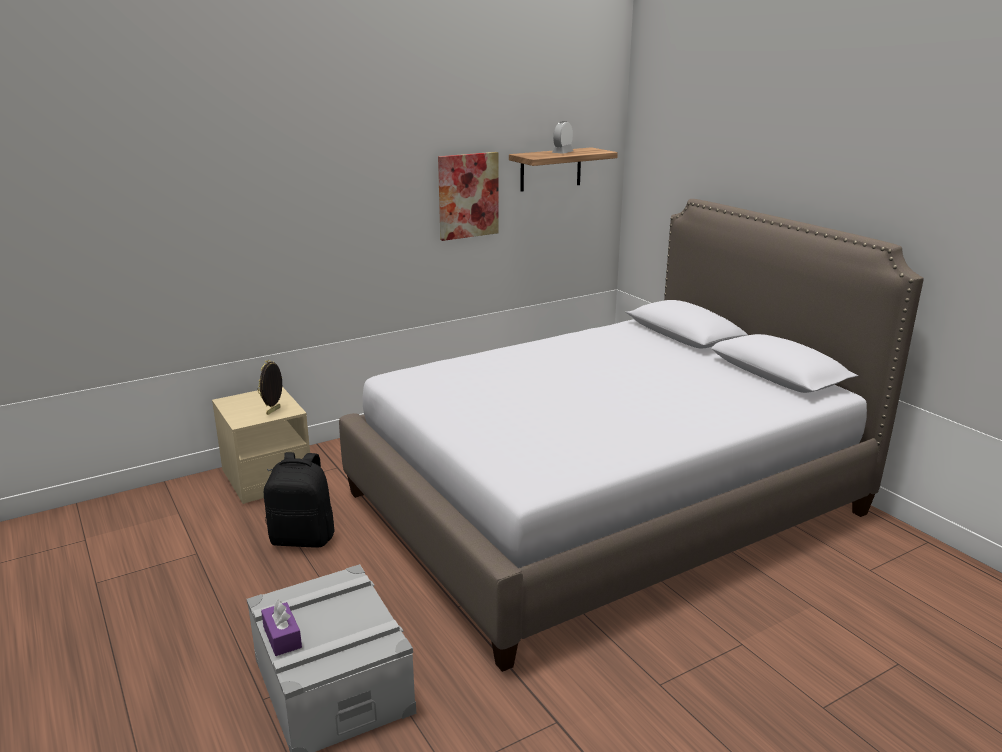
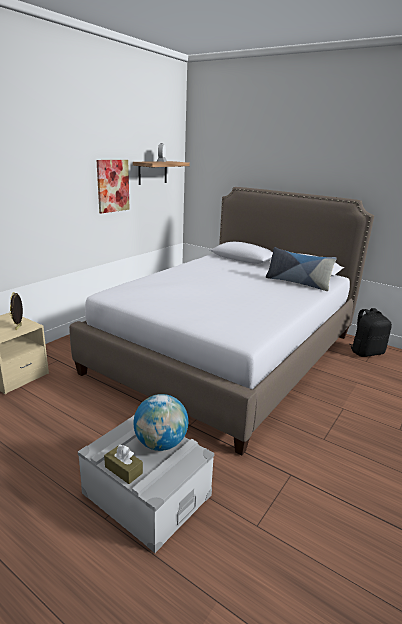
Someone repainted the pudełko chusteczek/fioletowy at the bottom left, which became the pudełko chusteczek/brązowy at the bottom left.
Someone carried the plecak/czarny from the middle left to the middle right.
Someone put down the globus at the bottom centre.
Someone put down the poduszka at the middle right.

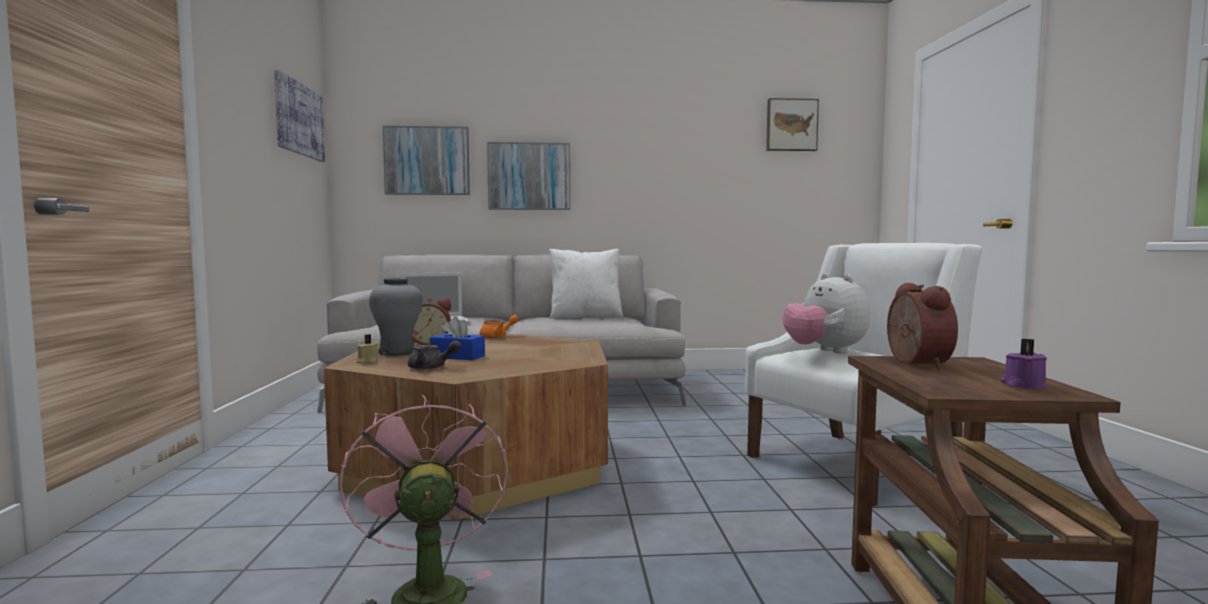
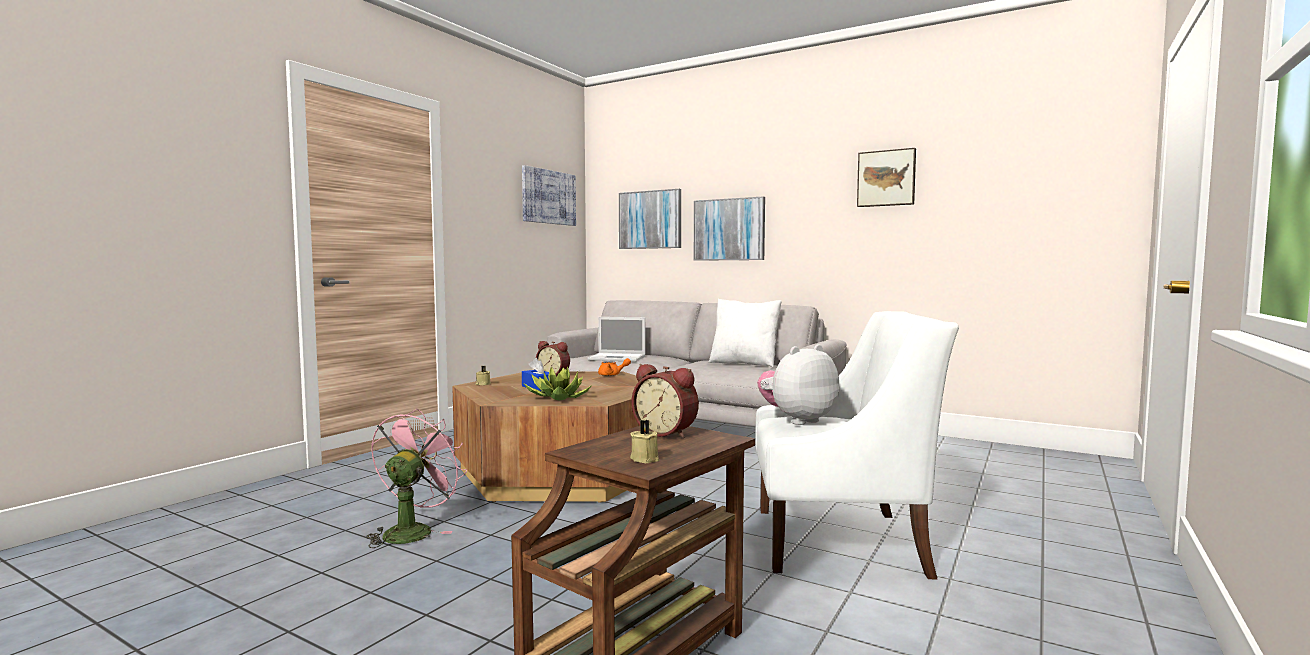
Someone took away the wazon/szary at the middle left.
Someone took away the imbryk/szary at the centre.
Someone carried the obraz (no. 4 from left) from the top centre to the top right.
Someone rotated the pluszak at the middle right by 45 degrees clockwise.
Someone rotated the budzik (no. 2 from left) at the middle right by 90 degrees clockwise.
Someone repainted the świeca/fioletowy at the middle right, which became the świeca/beżowy (no. 2 from left) at the bottom centre.
Someone put down the roślina doniczkowa at the centre.

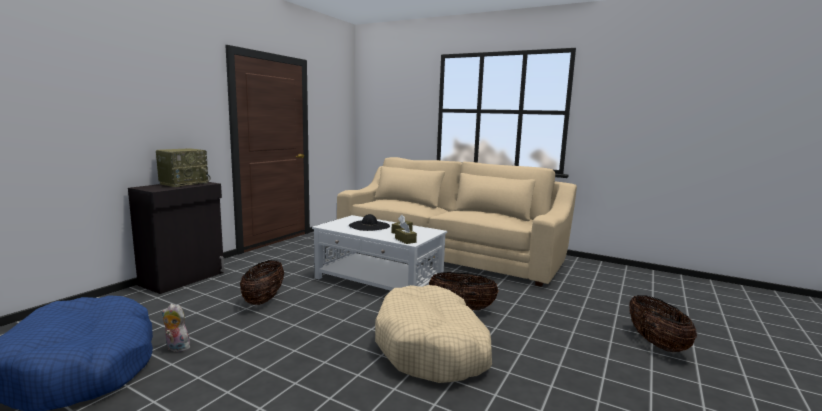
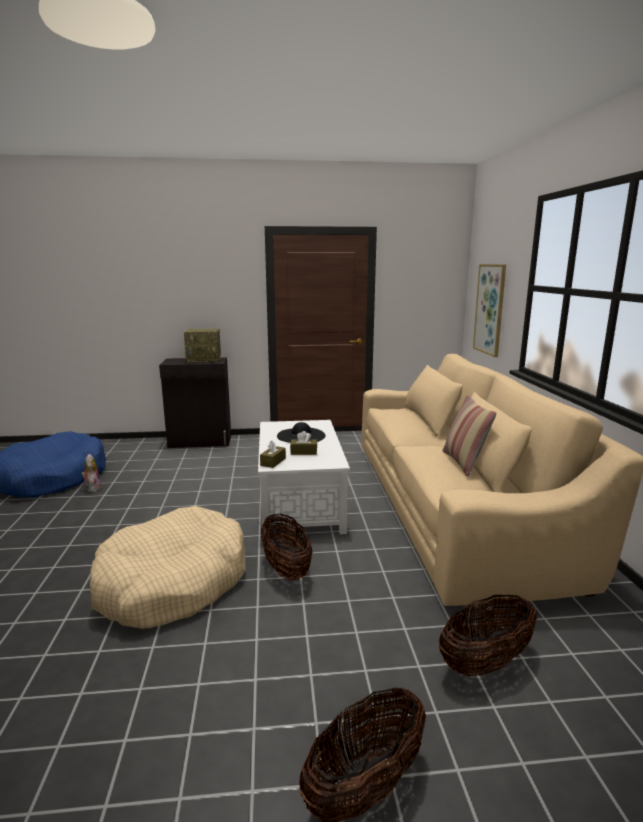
Someone carried the koszyk (no. 1 from left in the first image) from the bottom left to the bottom right.
Someone put down the poduszka at the middle right.
Someone put up the obraz at the middle right.

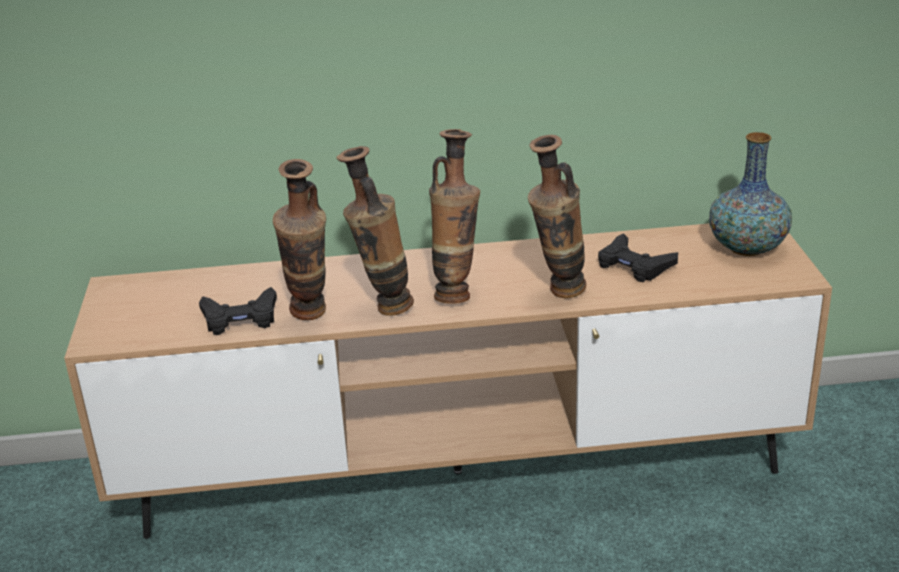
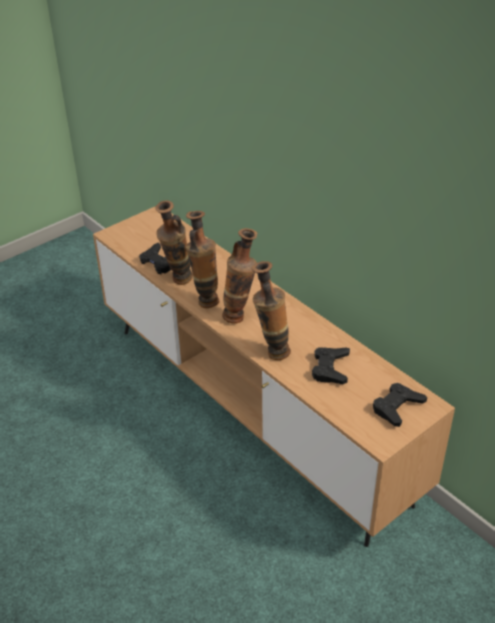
Someone swapped the wazon (no. 5 from left) at the middle right for the pad do gier/czarny (no. 3 from left) at the middle right.

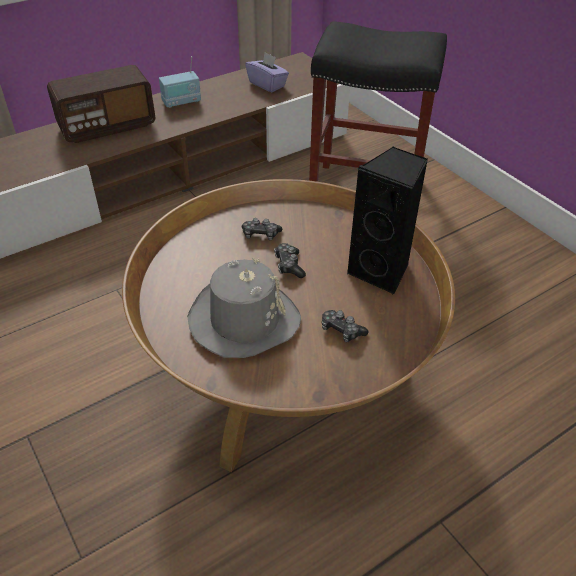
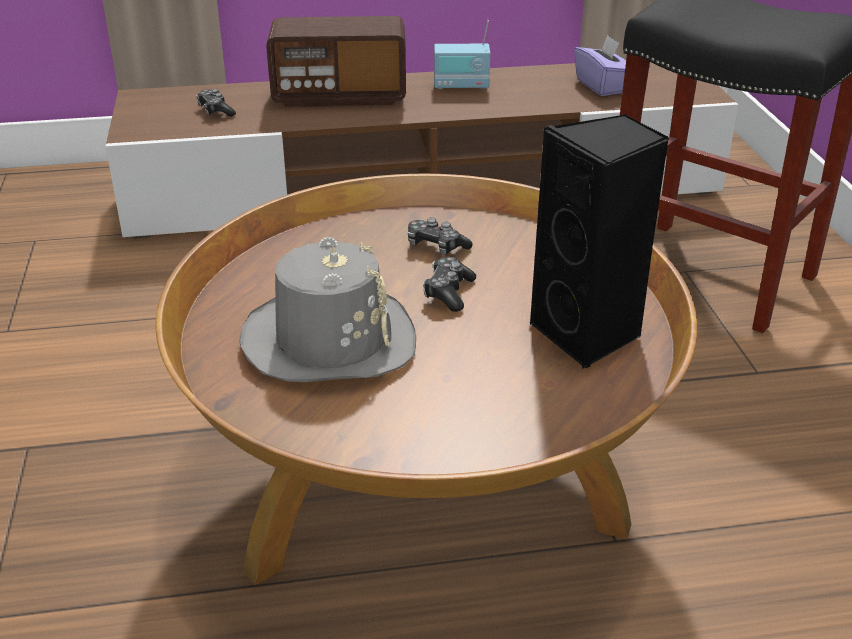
Someone carried the pad do gier (no. 3 from left in the first image) from the centre to the top left.

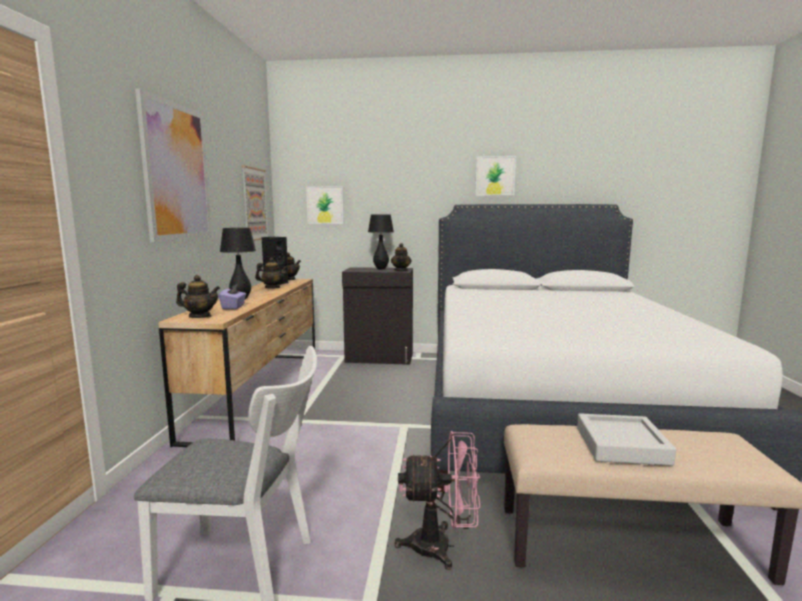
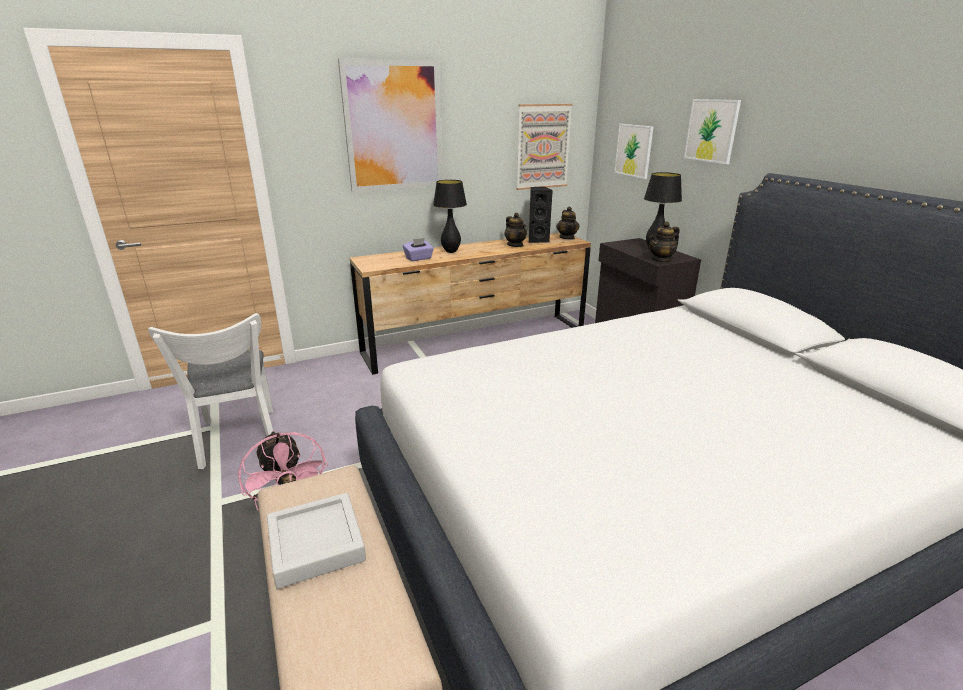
Someone took away the imbryk (no. 1 from left) at the middle left.
Someone carried the obraz (no. 4 from left) from the top centre to the top right.

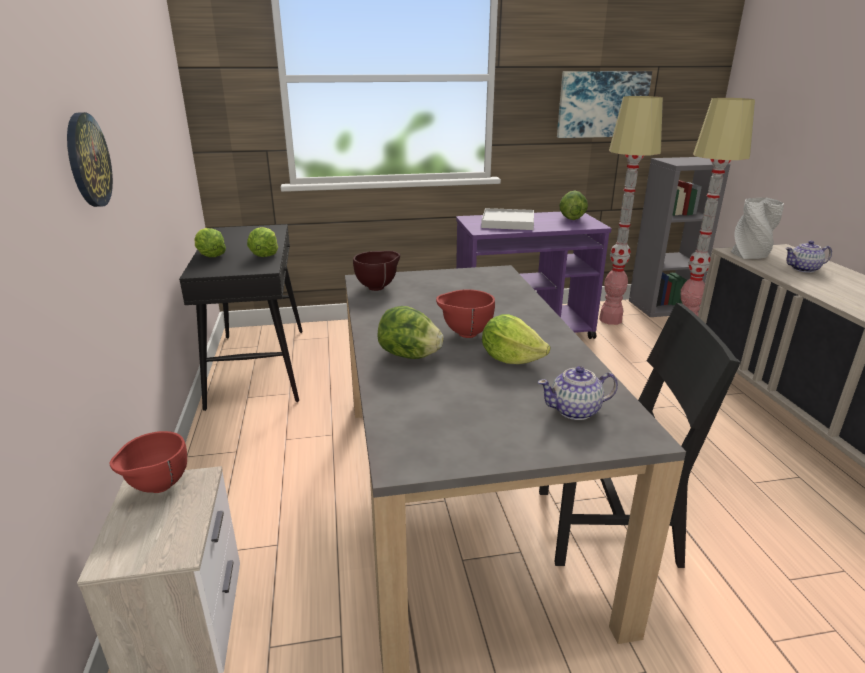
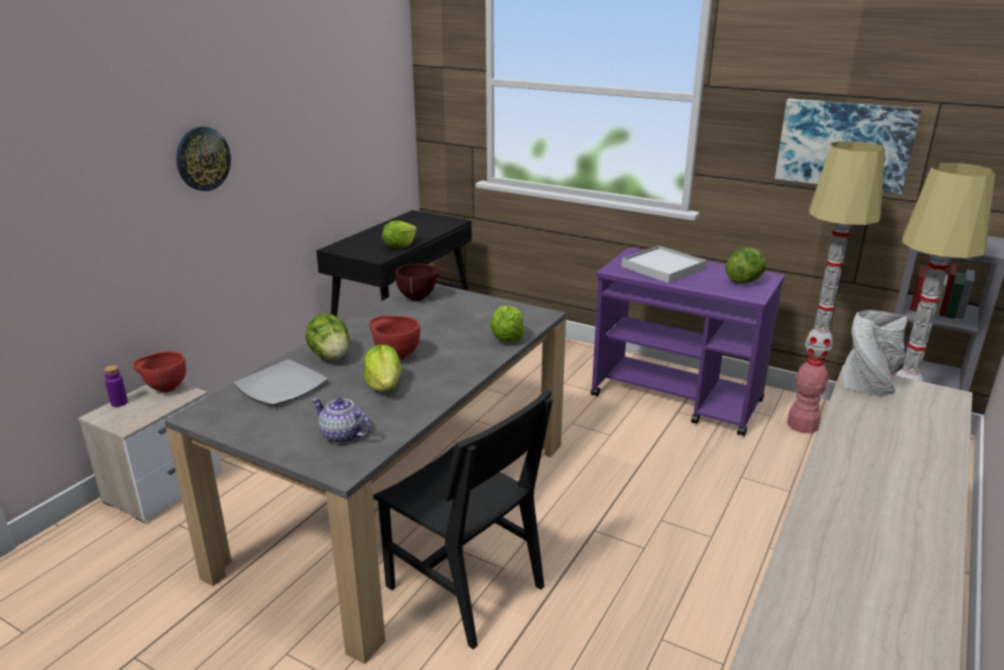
Someone carried the sałata (no. 1 from left in the first image) from the middle left to the centre.
Someone took away the imbryk (no. 2 from left) at the middle right.
Someone put down the butelka/fioletowy at the middle left.
Someone put down the talerz at the middle left.

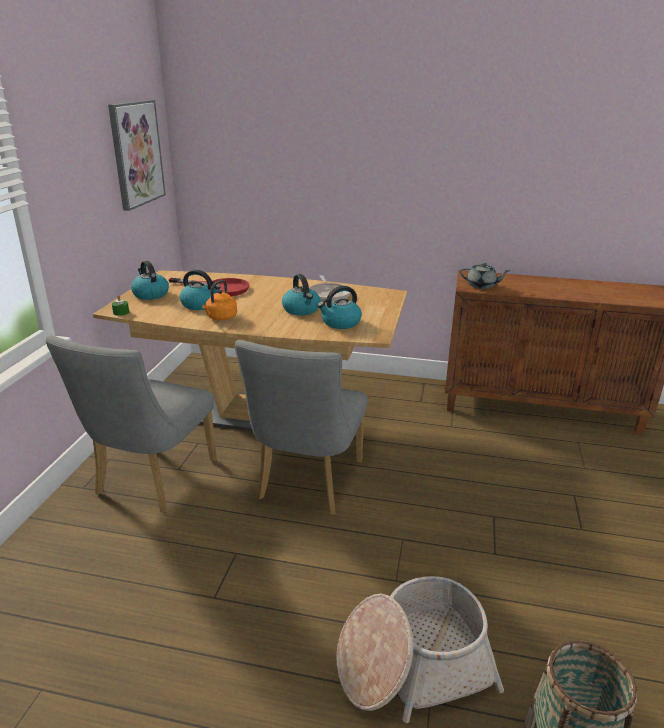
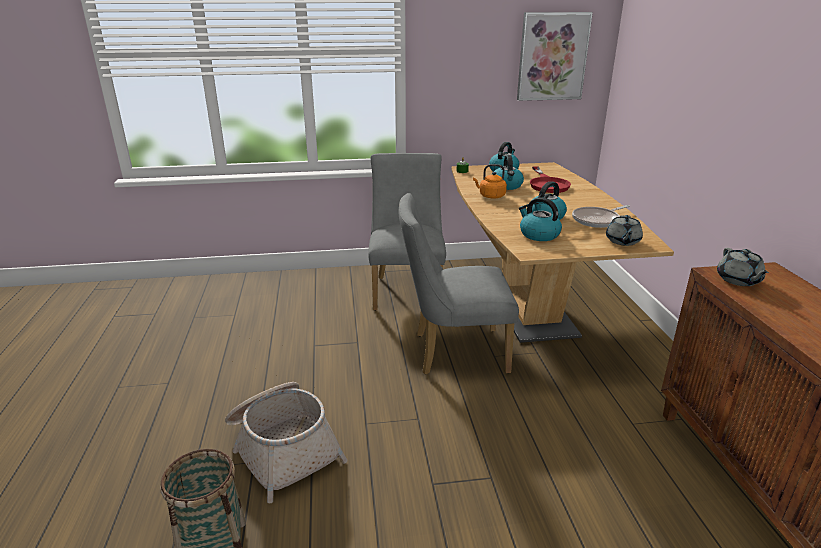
Someone rotated the krzesło/szary (no. 1 from left) at the middle left by 90 degrees clockwise.
Someone put down the imbryk/szary (no. 1 from left) at the middle right.

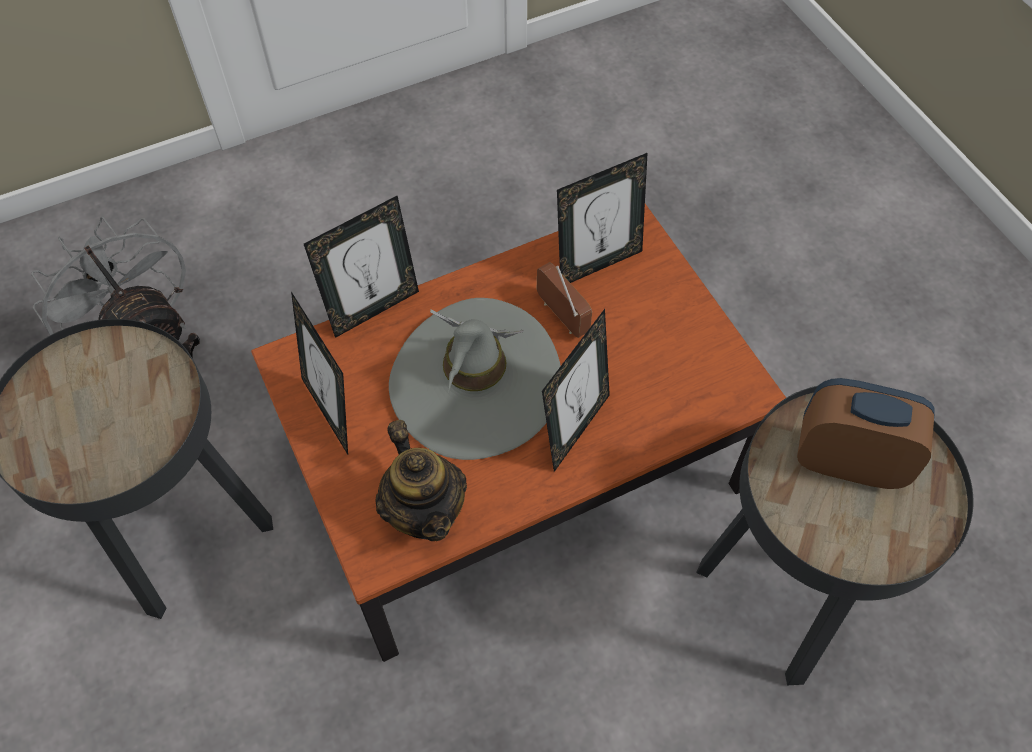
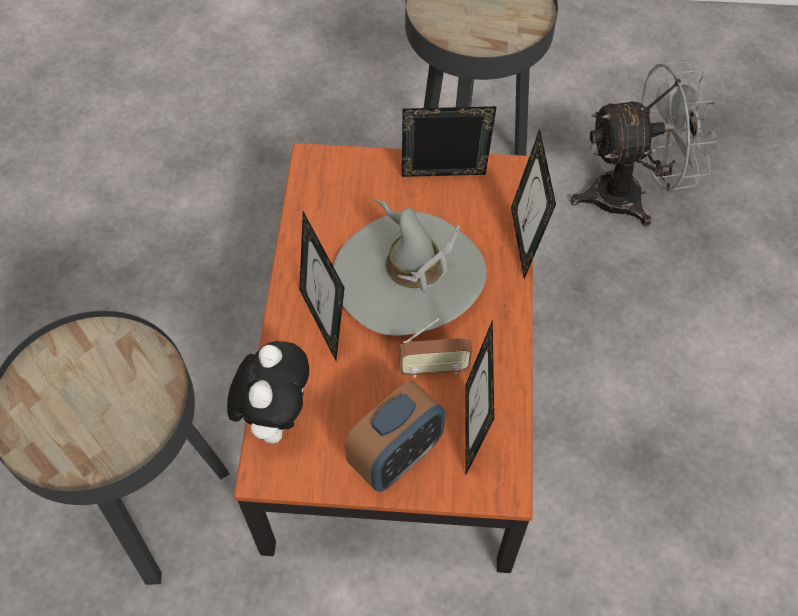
Someone took away the imbryk at the centre.
Someone carried the budzik from the middle right to the bottom centre.
Someone put down the pluszak at the centre.

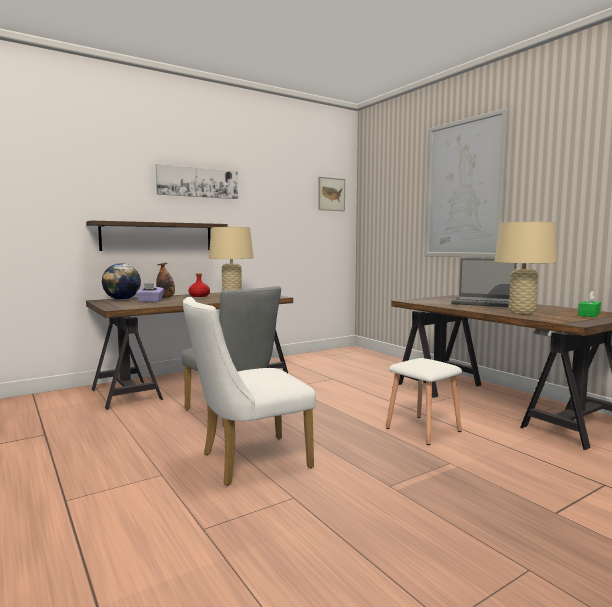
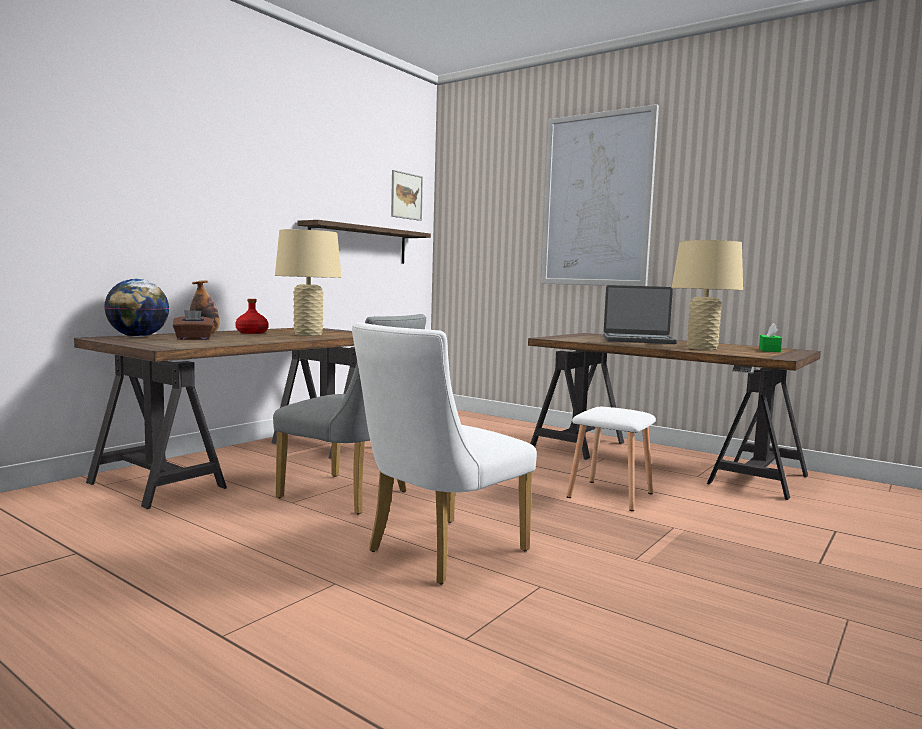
Someone carried the półka from the middle left to the top centre.
Someone repainted the pudełko chusteczek/fioletowy at the middle left, which became the pudełko chusteczek/brązowy at the middle left.
Someone took away the obraz (no. 1 from left) at the top left.

